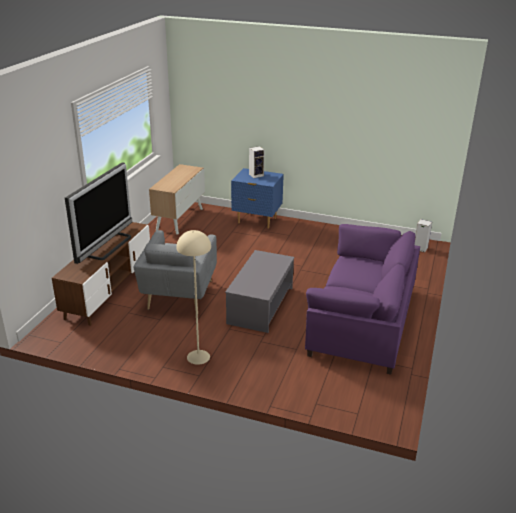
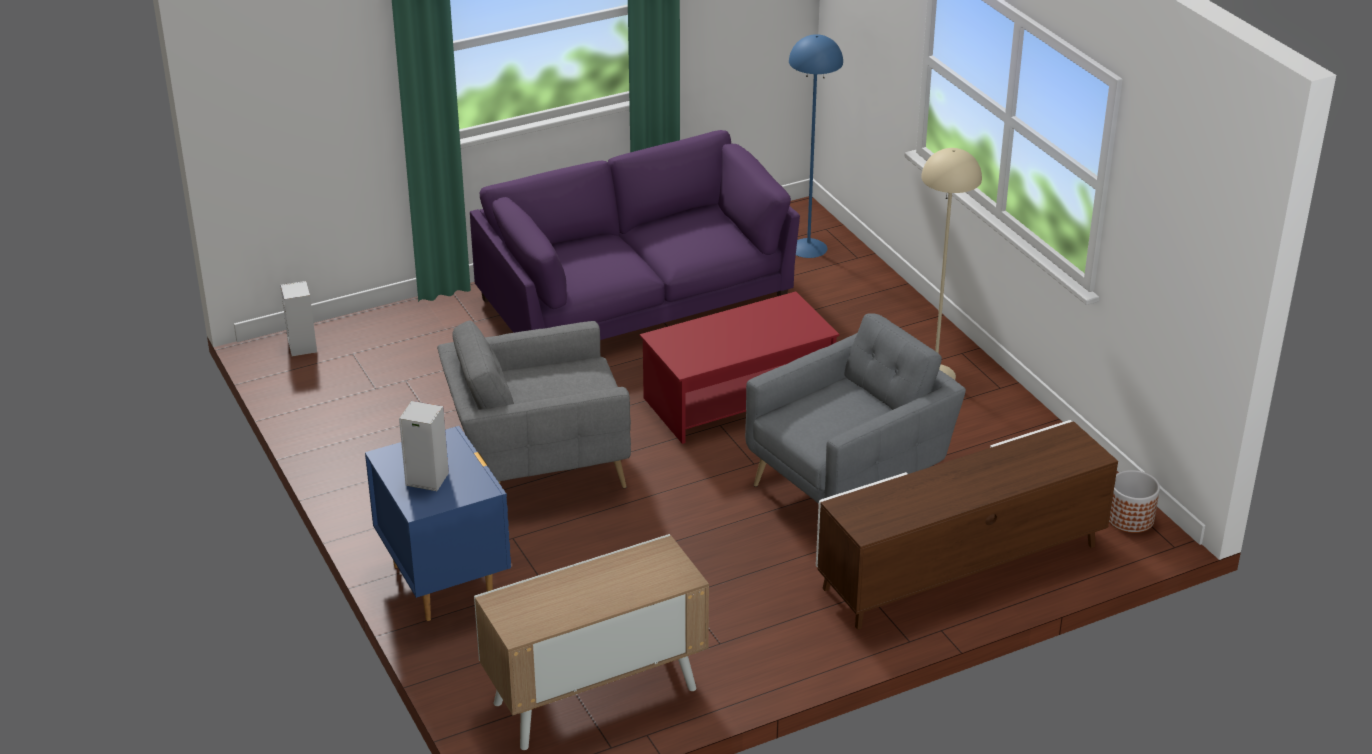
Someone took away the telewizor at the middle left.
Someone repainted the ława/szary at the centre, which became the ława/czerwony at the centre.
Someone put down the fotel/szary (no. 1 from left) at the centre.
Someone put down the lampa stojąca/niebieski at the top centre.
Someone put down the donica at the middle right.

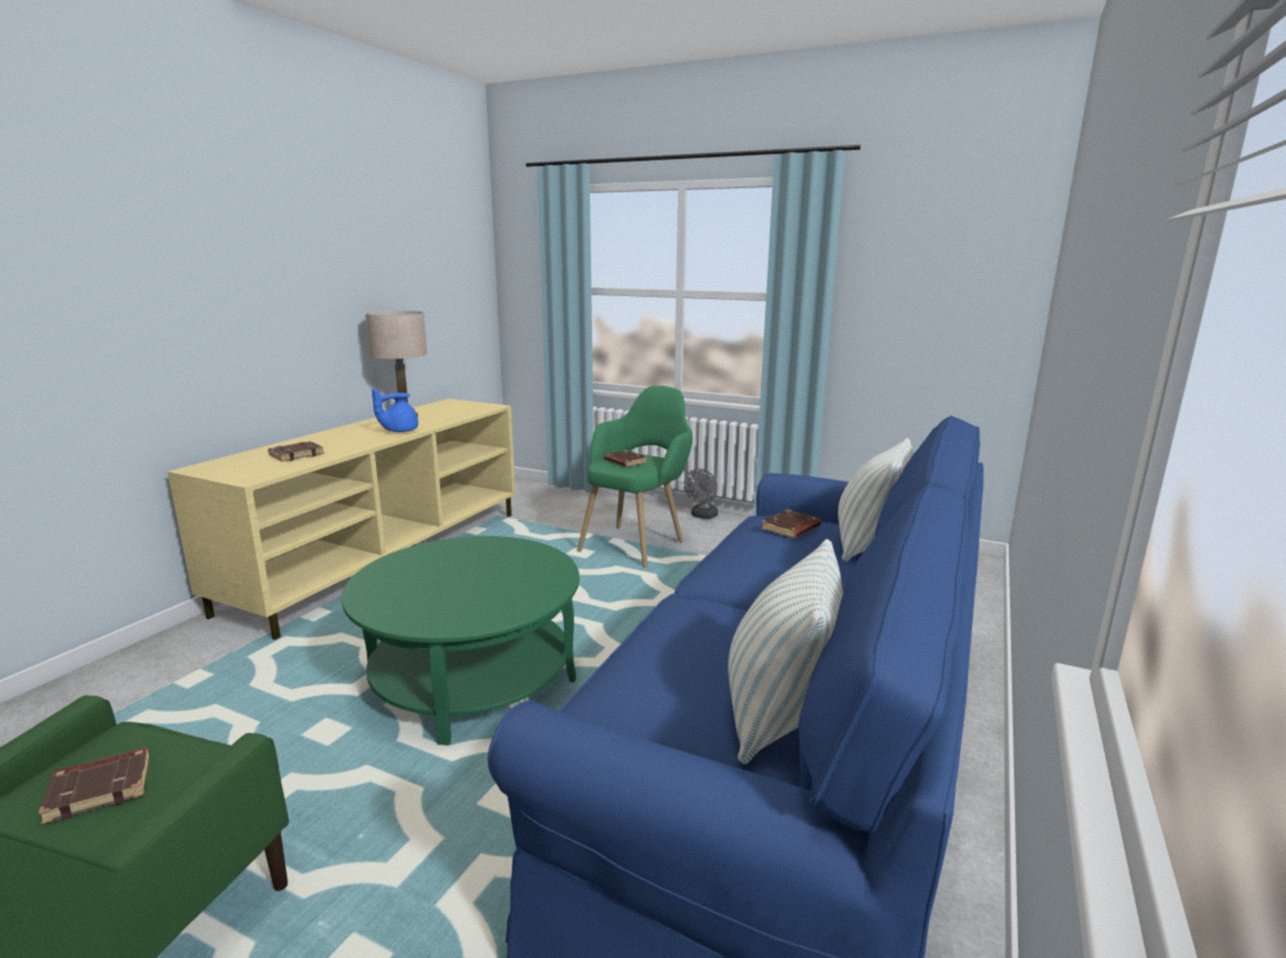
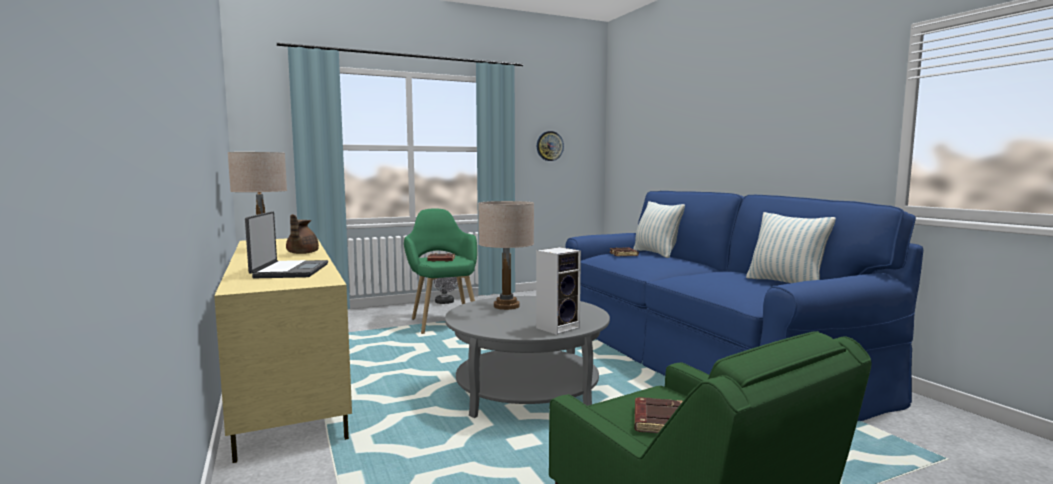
Someone swapped the książka/brązowy (no. 2 from left) at the middle left for the laptop at the middle left.
Someone repainted the ława/zielony at the bottom centre, which became the ława/szary at the bottom centre.
Someone repainted the imbryk/niebieski at the middle left, which became the imbryk/brązowy at the middle left.
Someone put down the lampa stołowa/beżowy (no. 2 from left) at the centre.
Someone put down the głośnik at the centre.
Someone put up the zegar ścienny at the top centre.

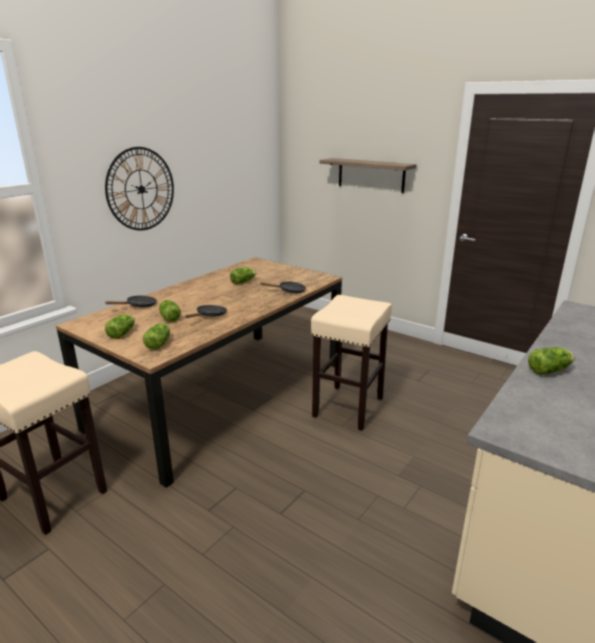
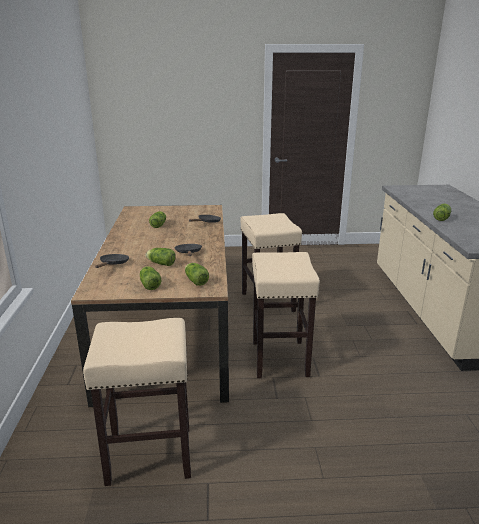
Someone took away the zegar ścienny at the top left.
Someone took away the półka at the top centre.
Someone put down the stołek/beżowy (no. 3 from left) at the centre.

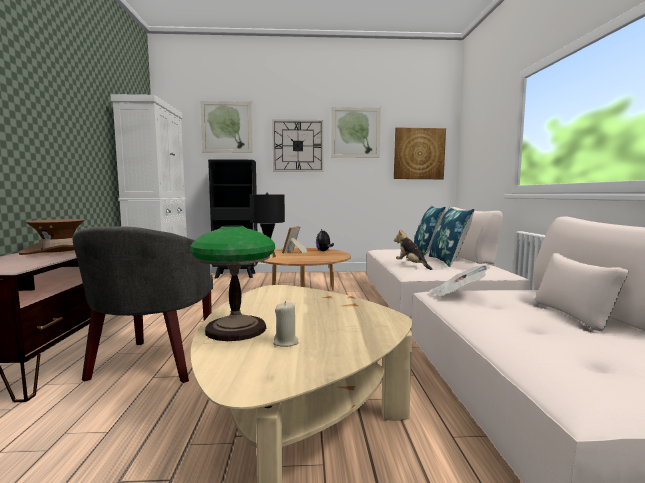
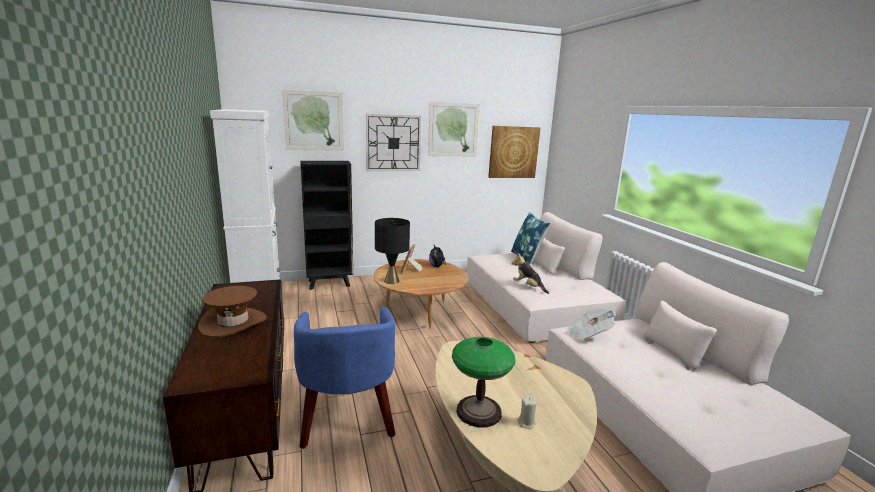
Someone repainted the fotel/szary at the middle left, which became the fotel/niebieski at the bottom centre.
Someone took away the poduszka/niebieski (no. 2 from left) at the middle right.

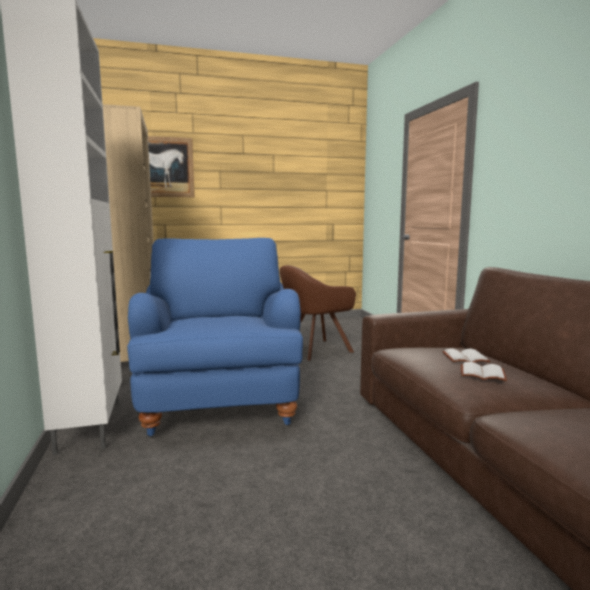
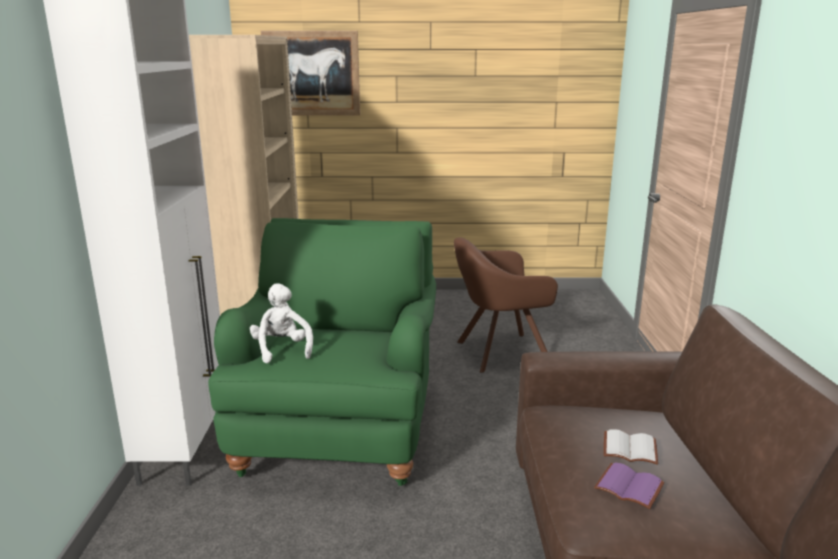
Someone repainted the fotel/niebieski at the centre, which became the fotel/zielony at the centre.
Someone repainted the książka/biały (no. 2 from left) at the middle right, which became the książka/fioletowy at the bottom right.
Someone put down the pluszak/biały at the centre.

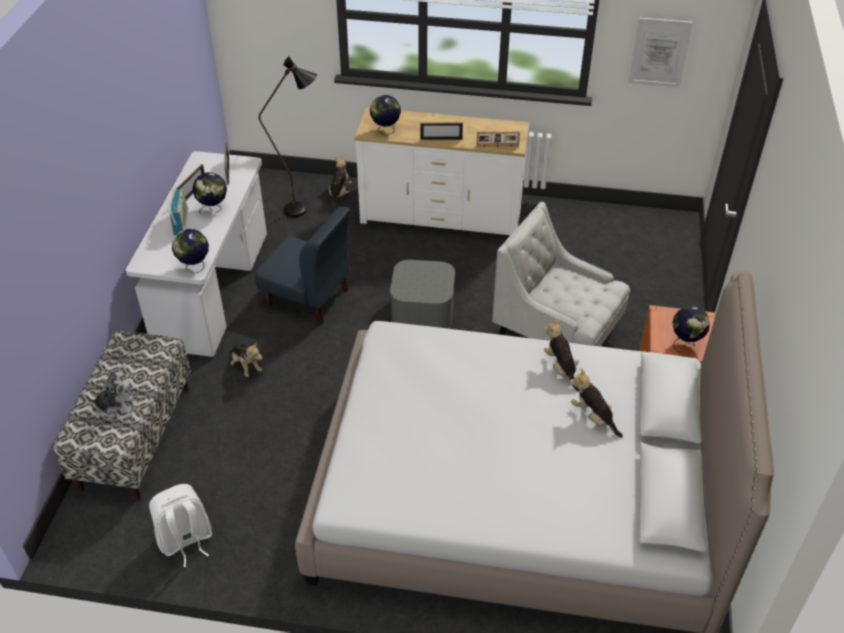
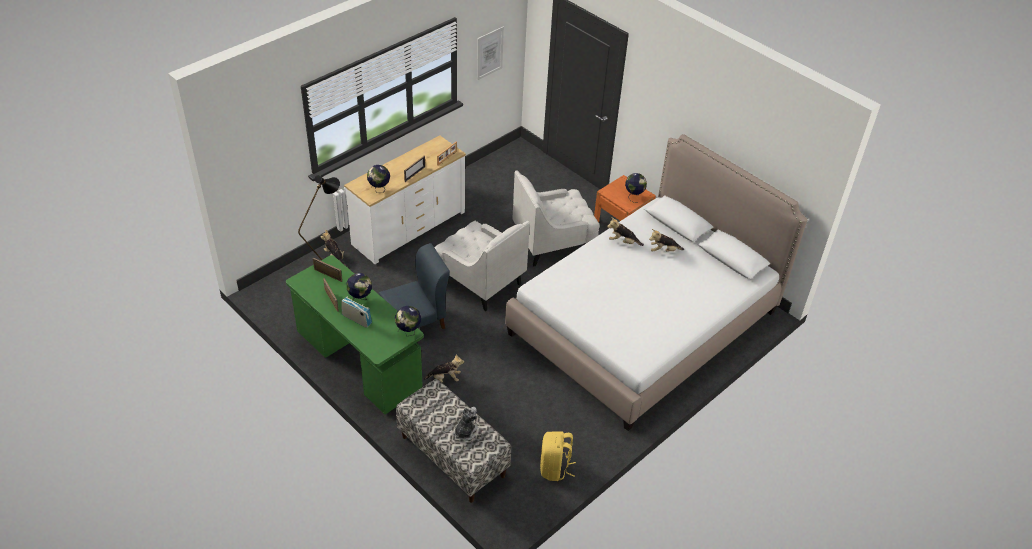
Someone repainted the biurko/biały at the middle left, which became the biurko/zielony at the centre.
Someone repainted the plecak/biały at the bottom left, which became the plecak/żółty at the bottom centre.
Someone swapped the pojemnik do przechowywania/szary at the centre for the fotel/biały (no. 1 from left) at the centre.

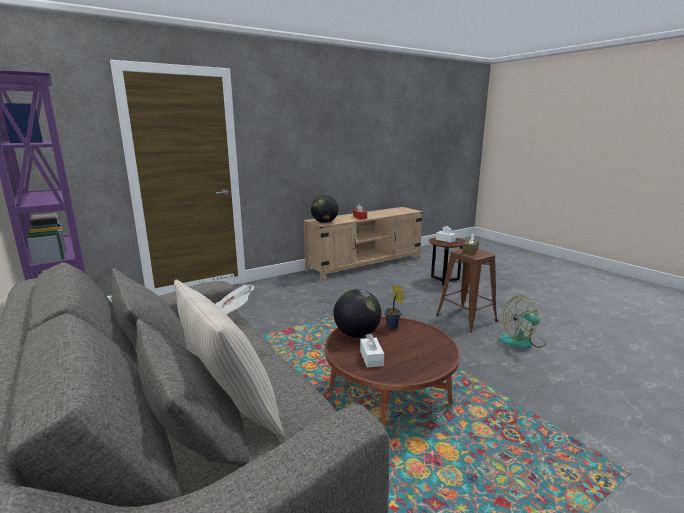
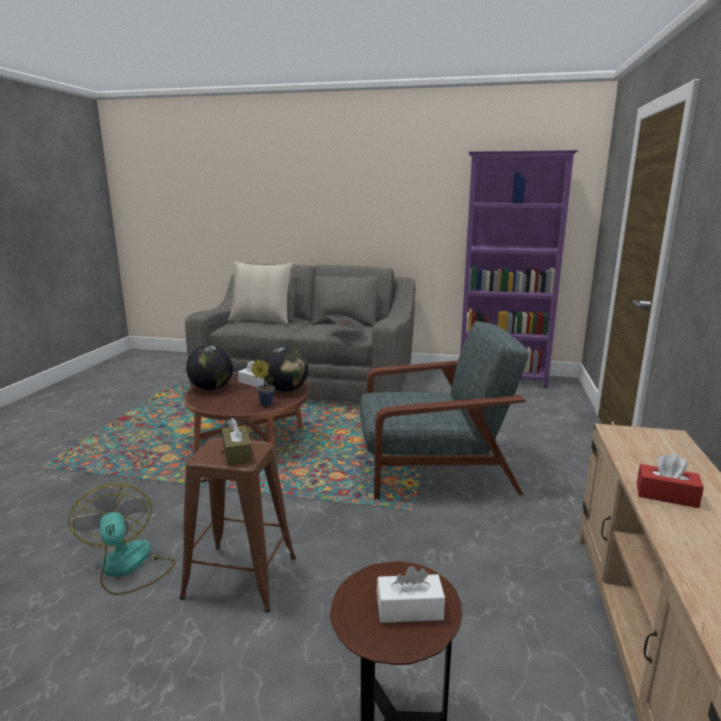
Someone carried the globus (no. 1 from left) from the centre to the middle left.
Someone rotated the wentylator at the middle right by 60 degrees counterclockwise.
Someone put down the fotel/szary at the centre.

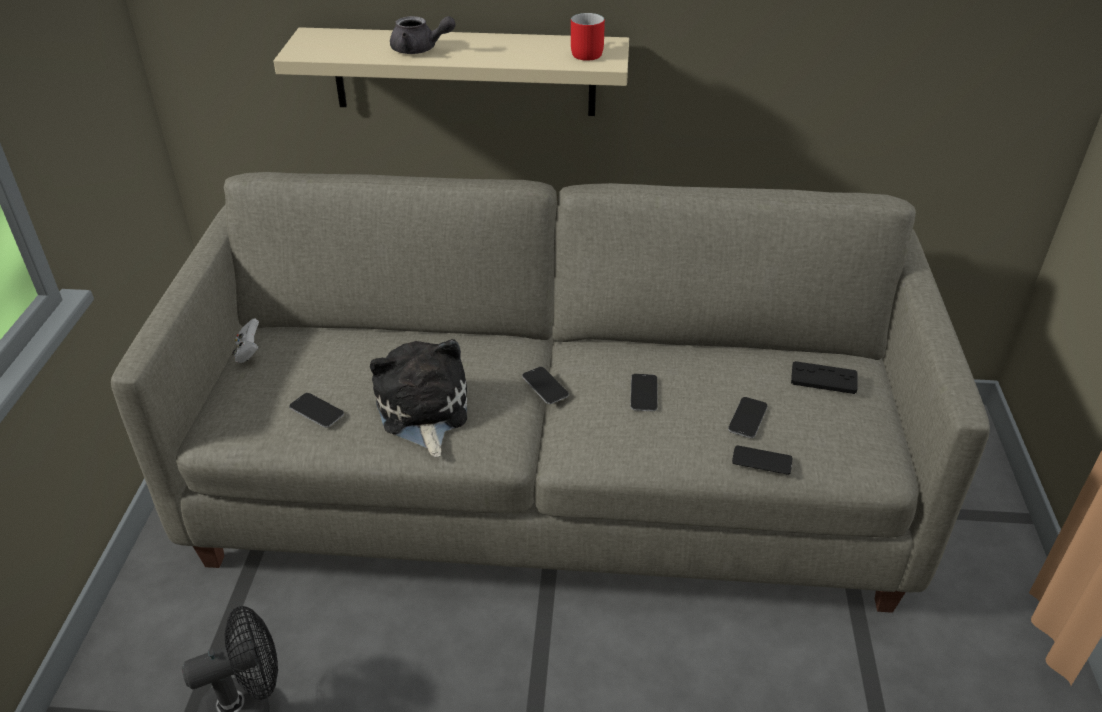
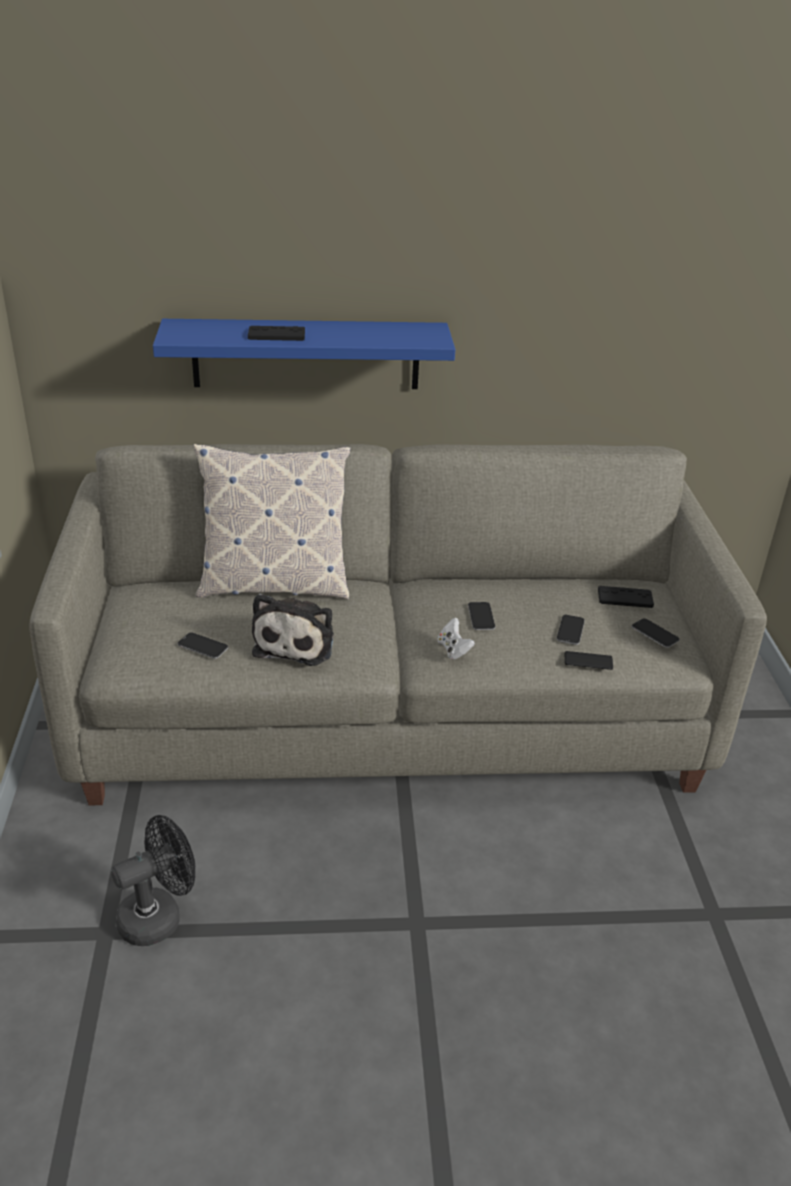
Someone carried the pad do gier/biały from the middle left to the centre.
Someone repainted the półka/beżowy at the top centre, which became the półka/niebieski at the top centre.
Someone rotated the pluszak at the centre by 150 degrees counterclockwise.
Someone swapped the imbryk/szary at the top centre for the pad do gier/czarny (no. 1 from left) at the top centre.
Someone carried the telefon (no. 2 from left in the first image) from the centre to the middle right.
Someone took away the kubek/czerwony at the top centre.
Someone put down the poduszka at the centre.

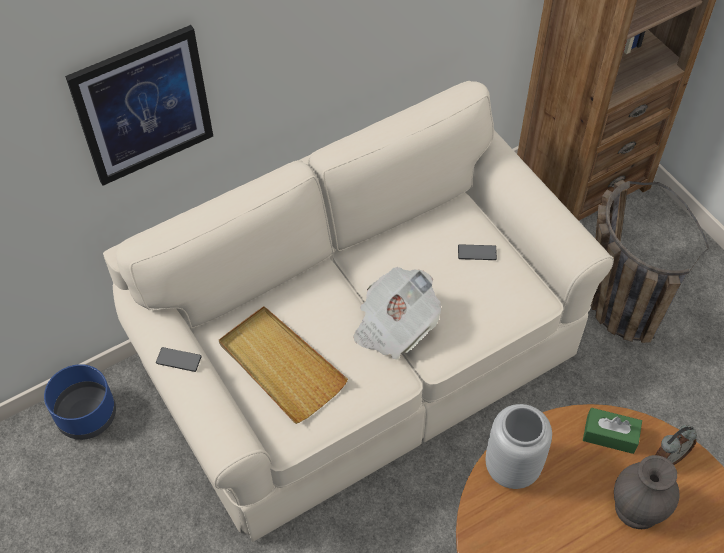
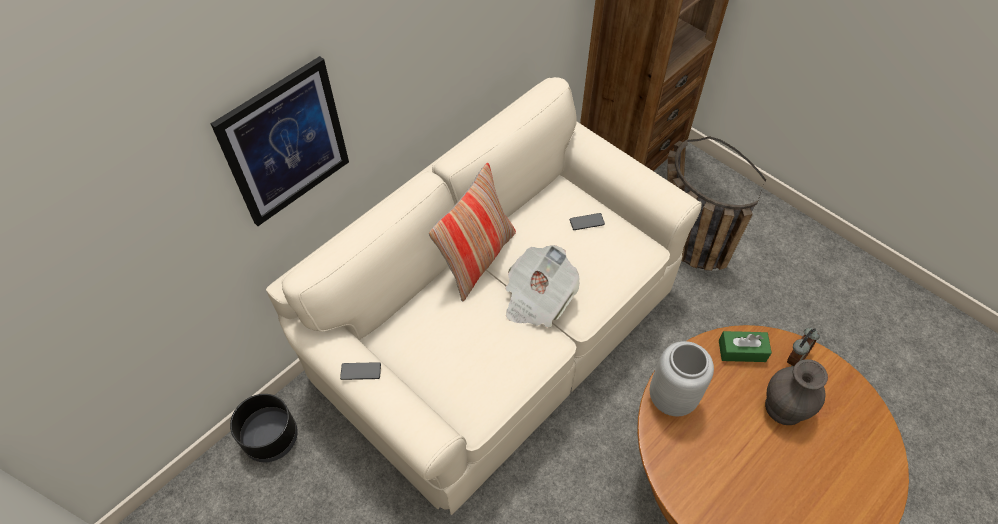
Someone repainted the donica/niebieski at the bottom left, which became the donica/czarny at the bottom left.
Someone took away the taca/beżowy at the centre.
Someone put down the poduszka at the centre.

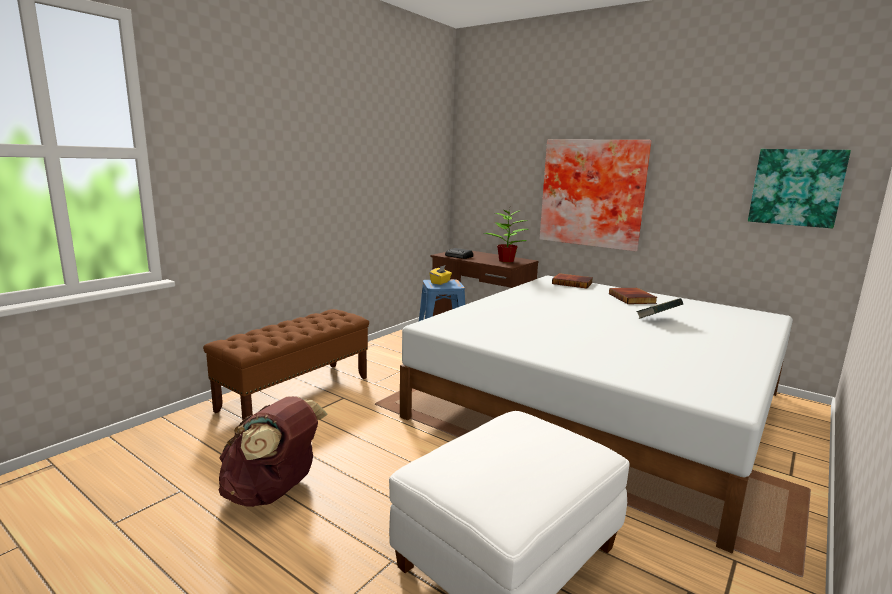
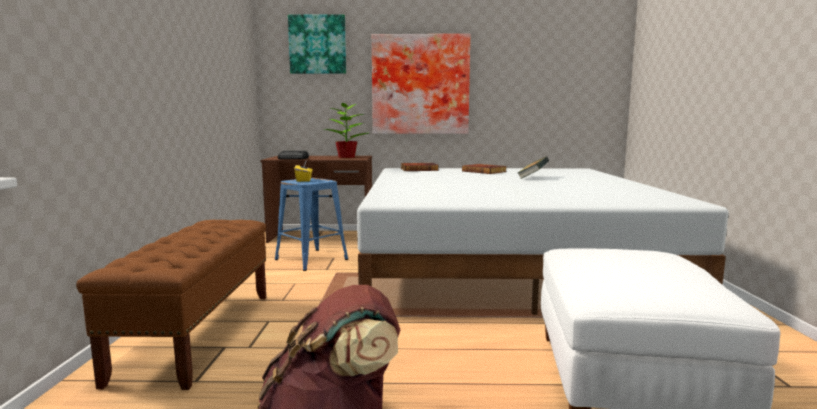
Someone carried the obraz (no. 2 from left in the first image) from the top right to the top centre.

